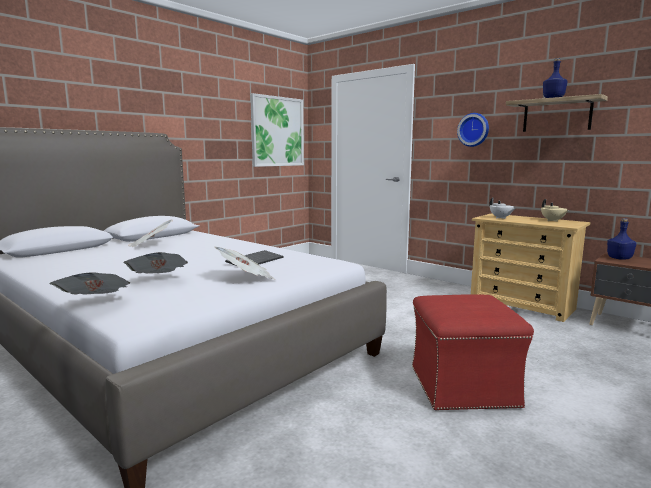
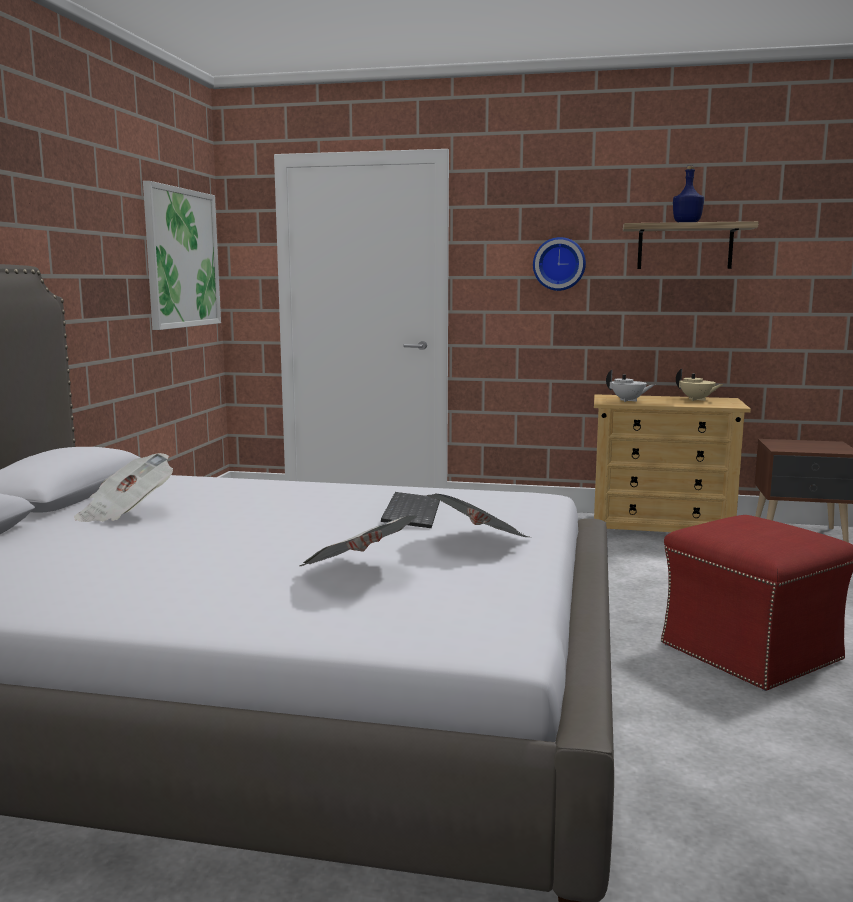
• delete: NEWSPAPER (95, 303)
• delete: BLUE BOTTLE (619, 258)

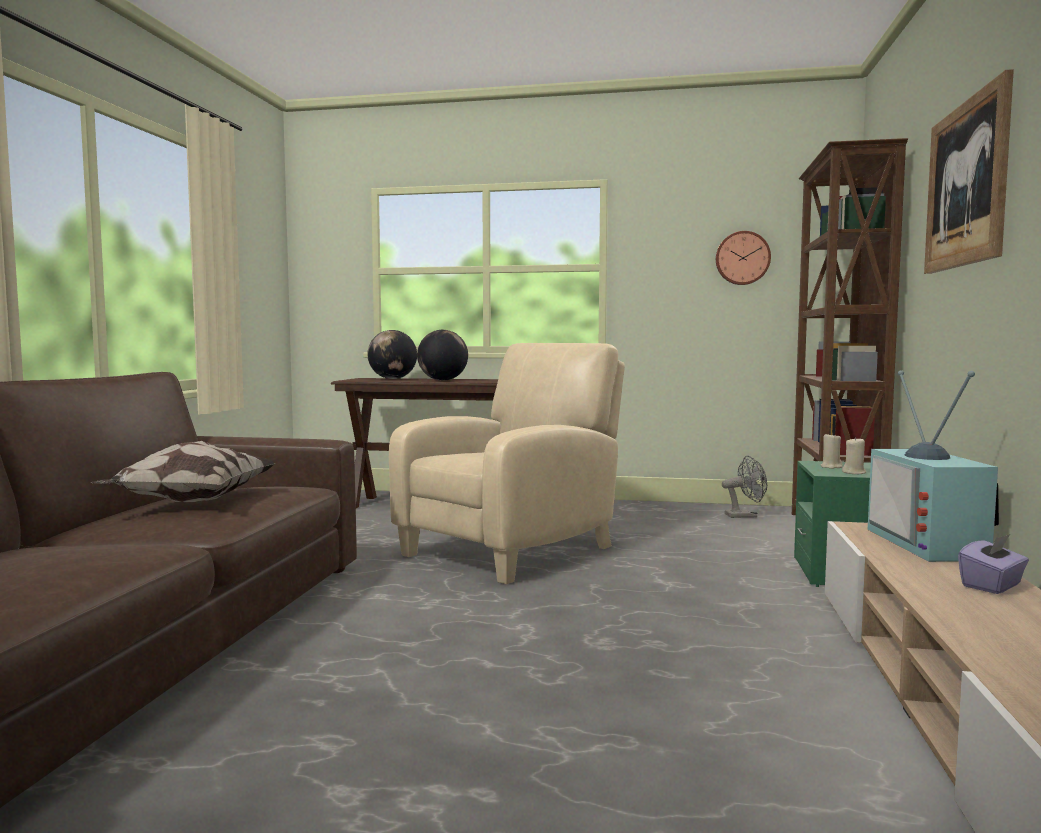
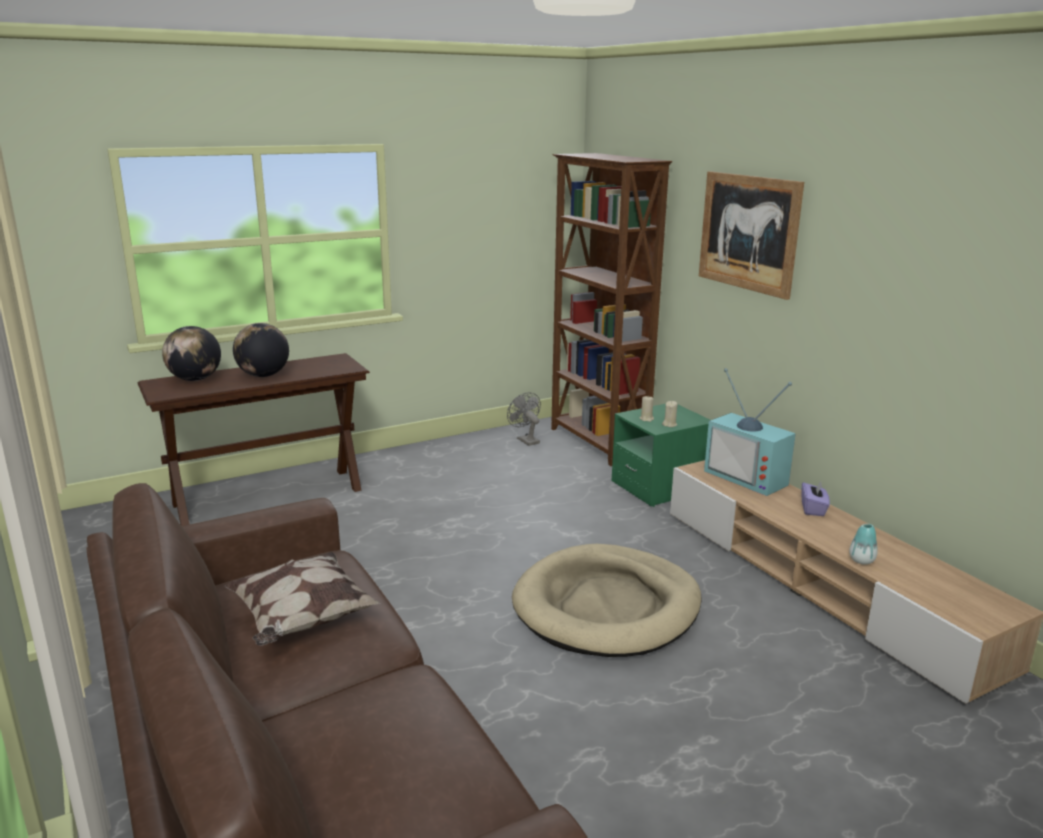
• delete: BEIGE ARMCHAIR (514, 549)
• delete: WALL CLOCK (742, 258)
• rotate: GREY FAN (745, 516) = (525, 440) 75 degrees counterclockwise
• insert: BEIGE DOG BED (607, 606)
• insert: VASE (861, 560)

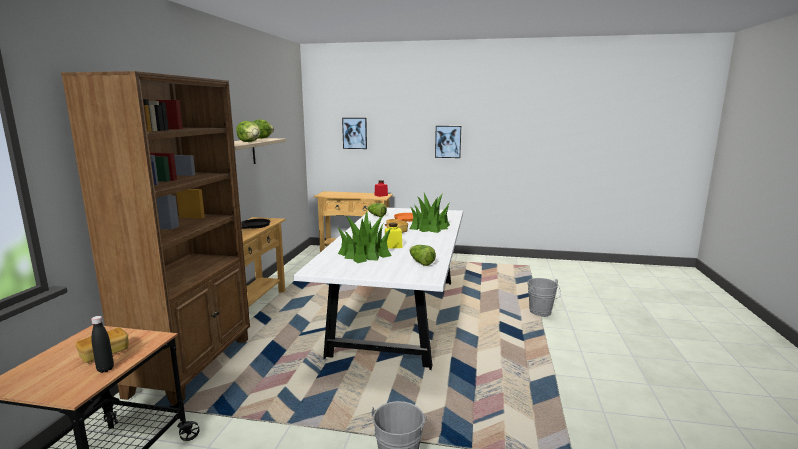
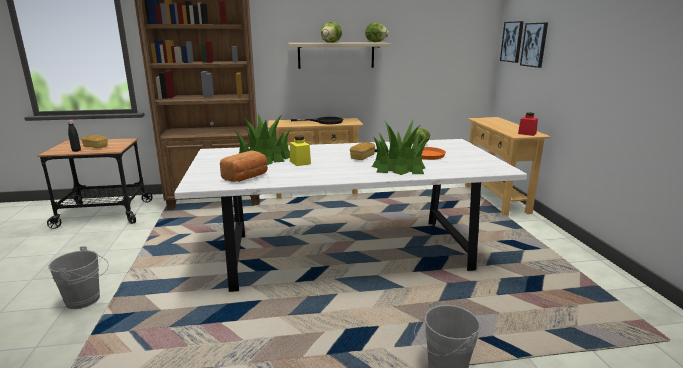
• replace: LETTUCE (421, 262) to BREAD (247, 177)
• move: PICTURE (448, 141) to (512, 41)

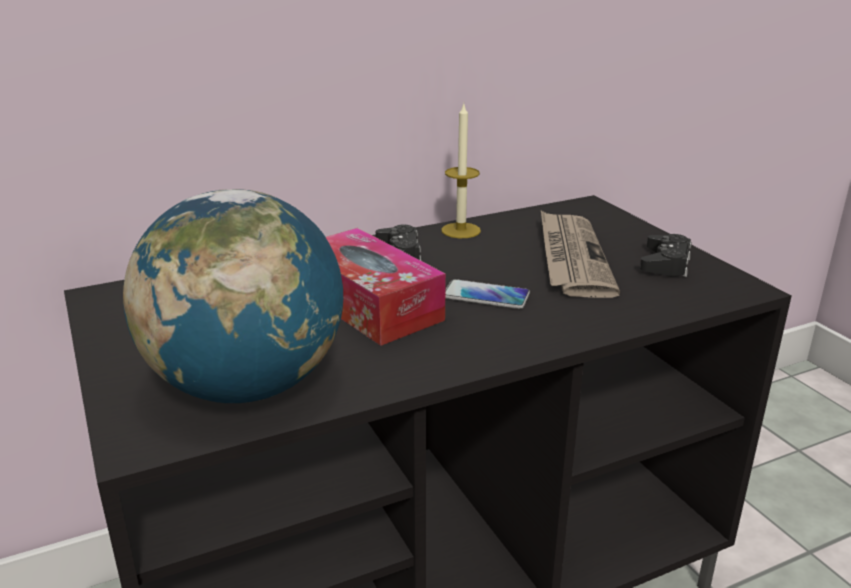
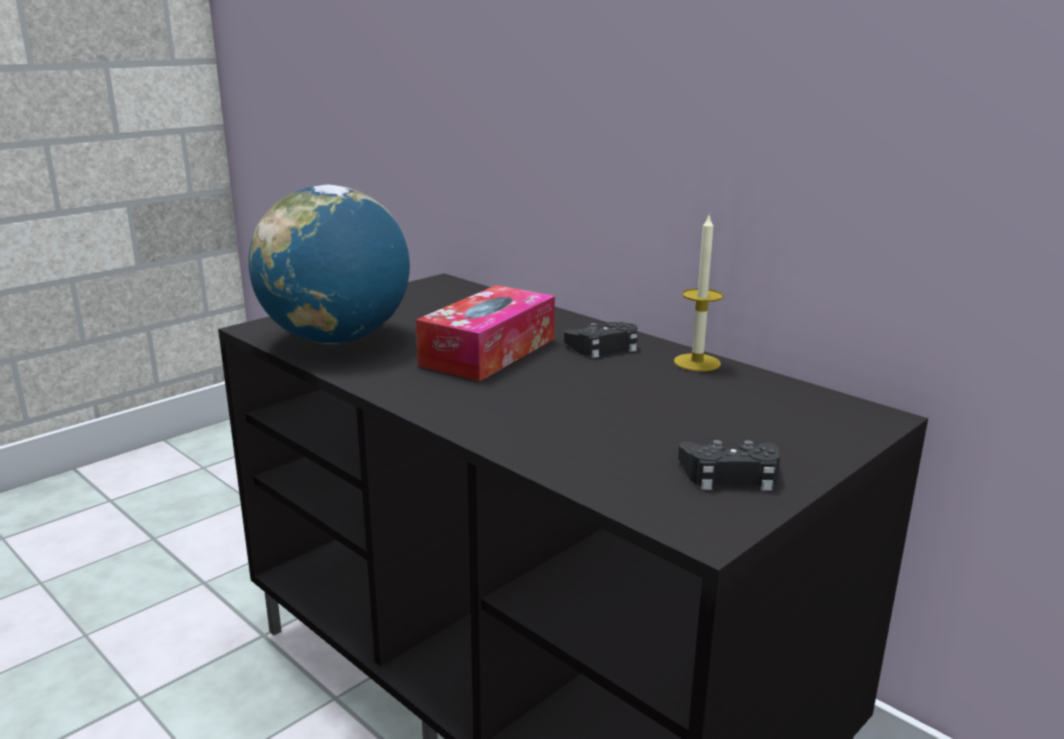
• delete: PHONE (486, 296)
• delete: NEWSPAPER (571, 257)

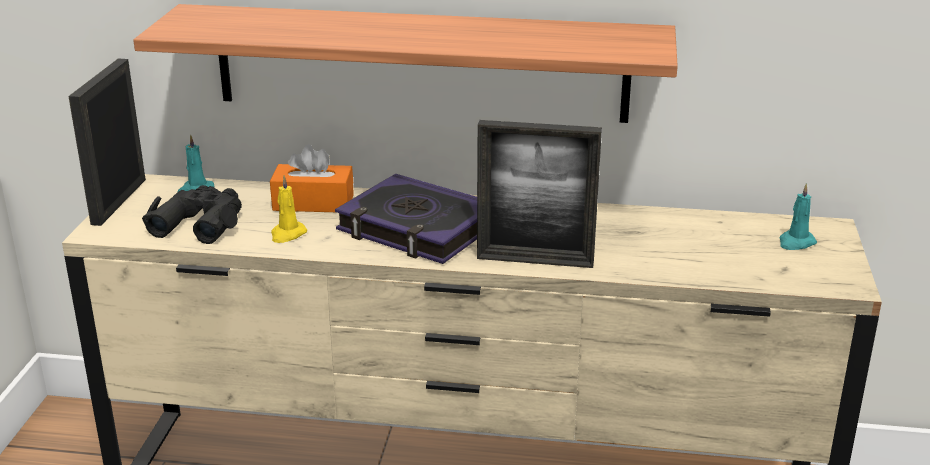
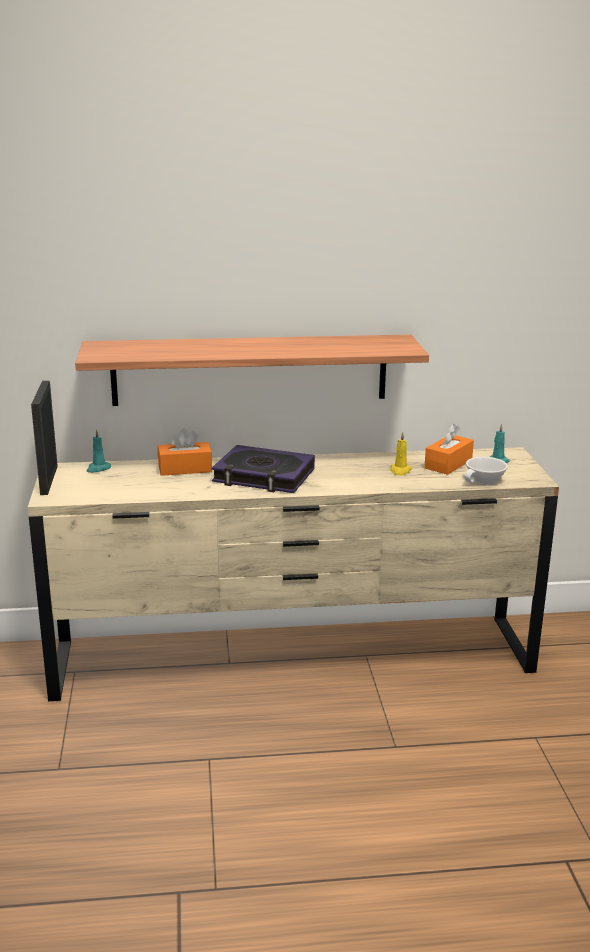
• delete: BLACK BINOCULARS (200, 222)
• move: YELLOW CANDLE (287, 234) to (400, 471)
• delete: PICTURE FRAME (535, 260)
• insert: ORANGE TISSUE BOX (448, 464)
• insert: WHITE CUP (485, 481)

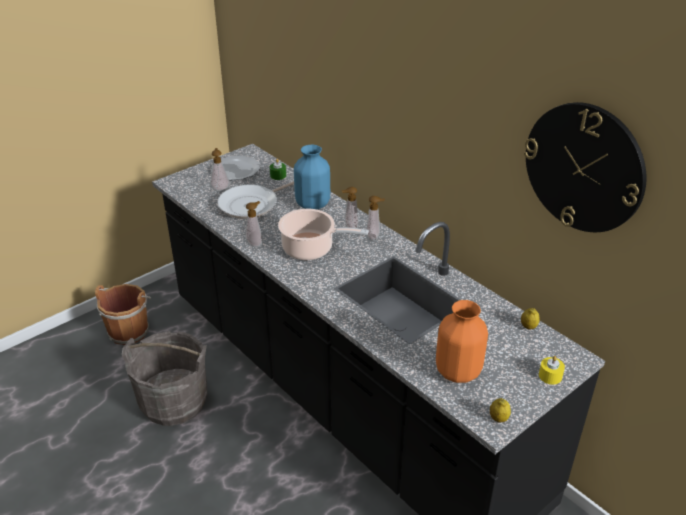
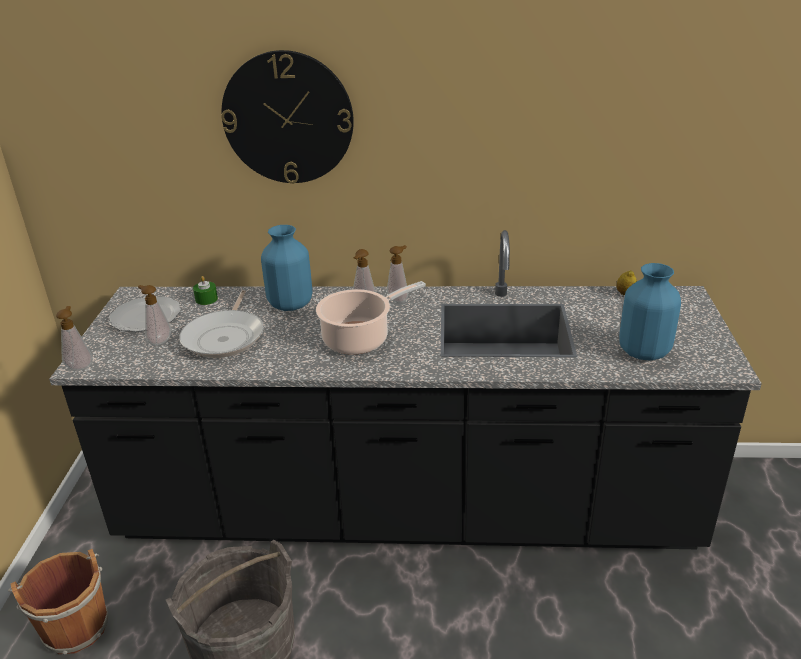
• move: SOAP DISPENSER (255, 244) to (81, 366)
• recolor: ORANGE VASE (457, 371) to BLUE VASE (643, 352)
• delete: LEMON (498, 418)
• move: WALL CLOCK (584, 168) to (288, 118)
• delete: YELLOW CANDLE (550, 376)

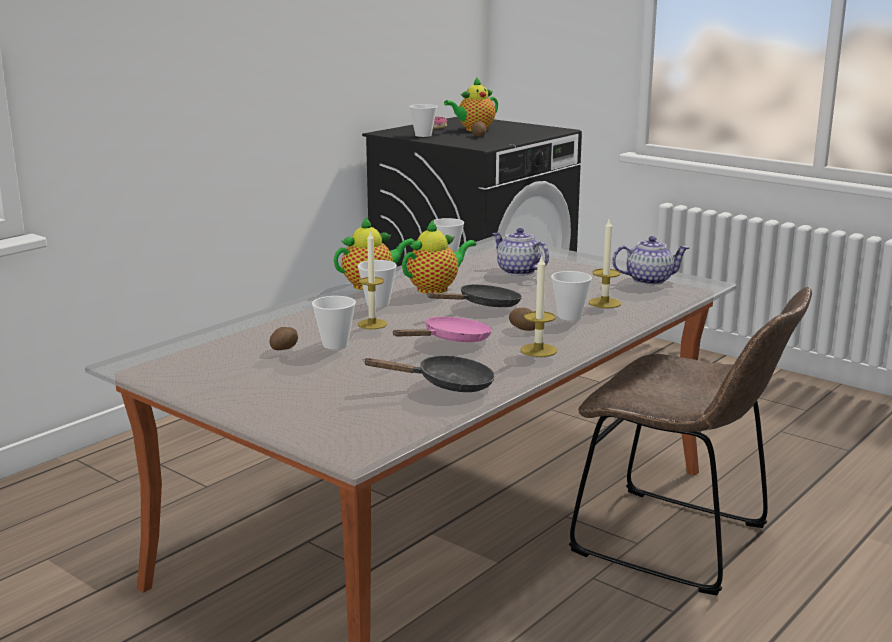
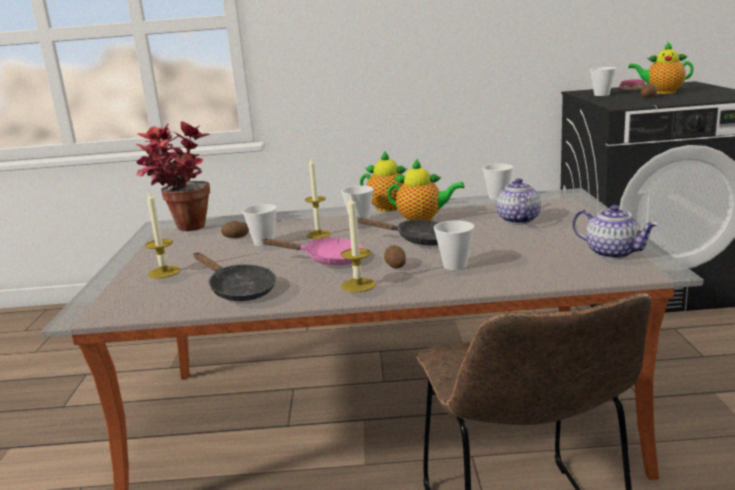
• move: CANDLE (604, 303) to (164, 272)
• insert: POTTED PLANT (183, 230)

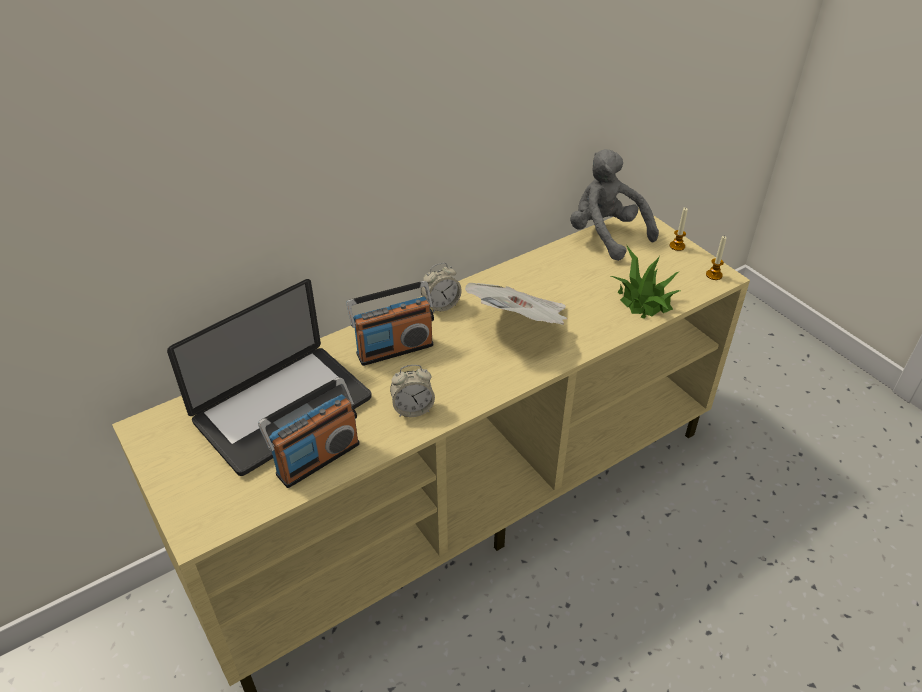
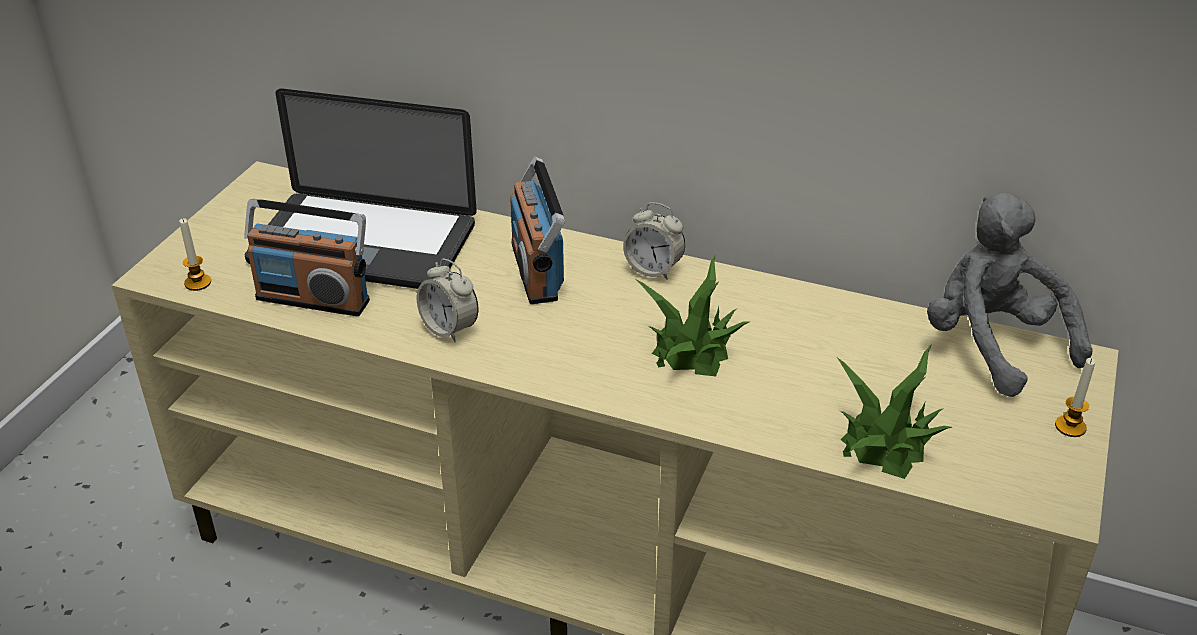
• rotate: RADIO (394, 349) = (536, 271) 45 degrees clockwise
• replace: NEWSPAPER (520, 324) to POTTED PLANT (693, 346)
• rotate: GREY PLUSH TOY (606, 235) = (992, 345) 45 degrees counterclockwise
• move: CANDLE (714, 275) to (198, 283)

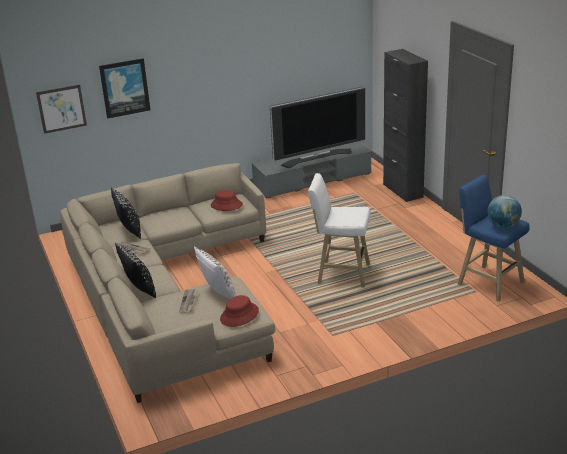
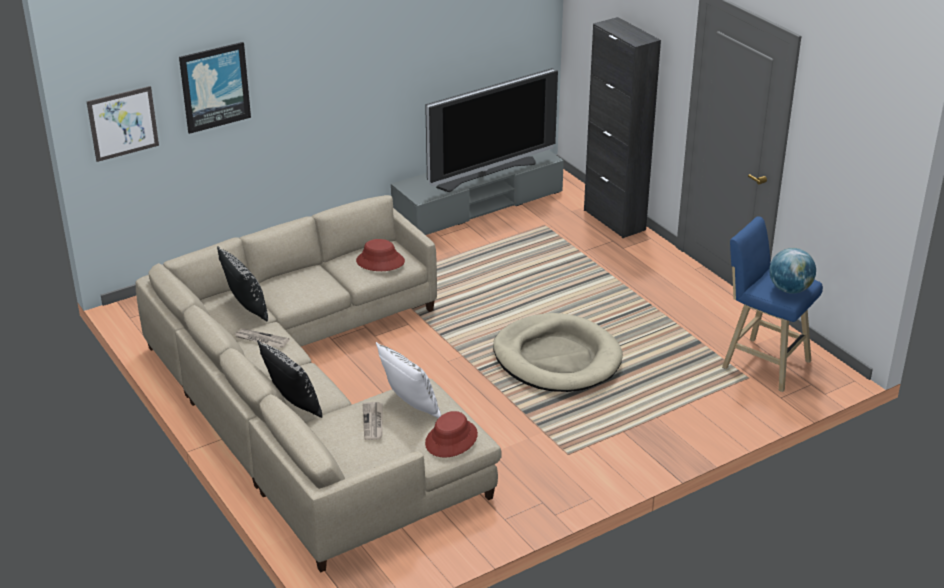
• replace: WHITE STOOL (341, 274) to BEIGE DOG BED (556, 358)

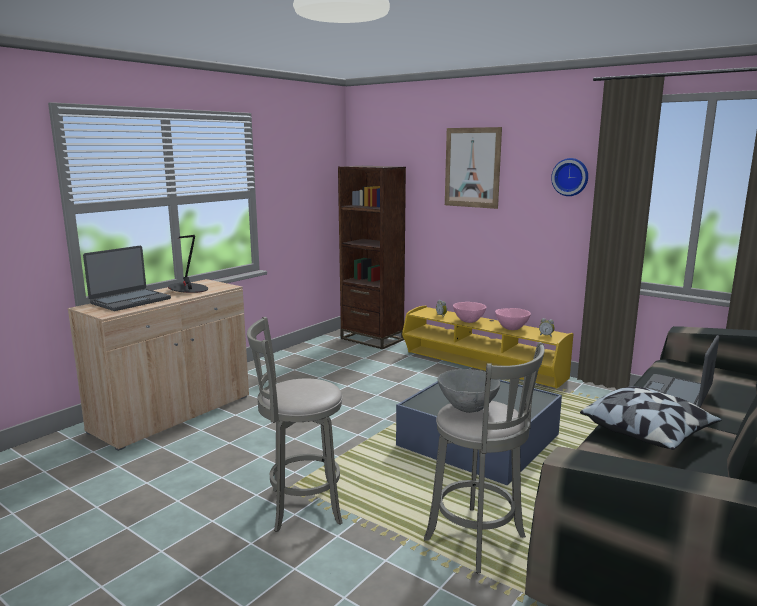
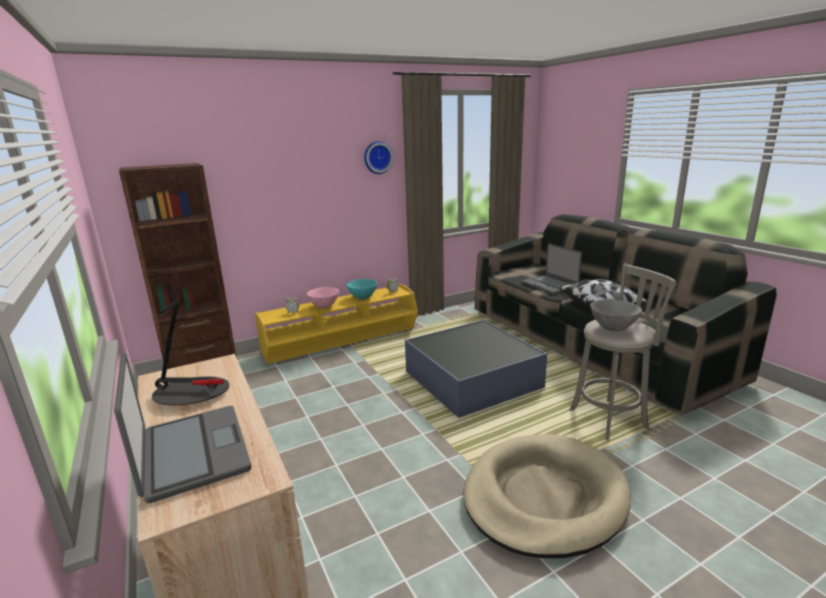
• replace: GREY STOOL (300, 506) to BEIGE DOG BED (543, 497)
• delete: PICTURE (472, 167)
• recolor: PINK BOWL (512, 328) to TURQUOISE BOWL (362, 297)

